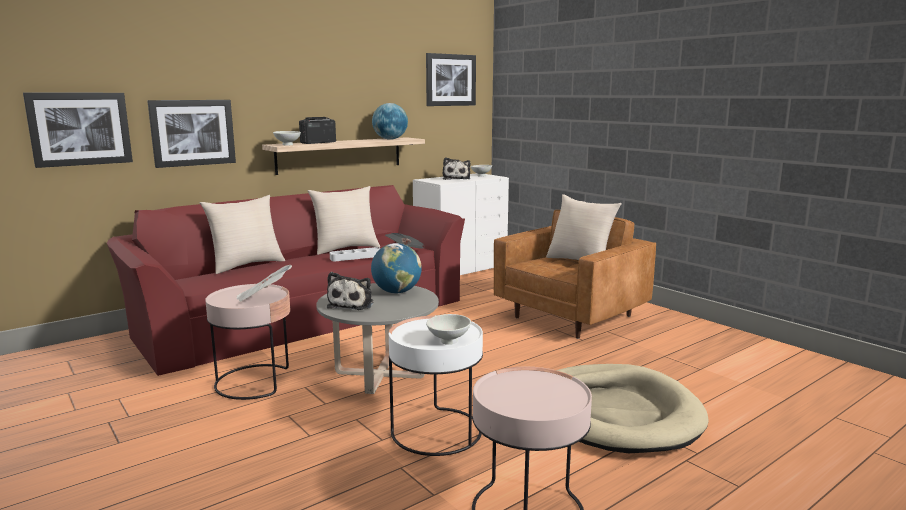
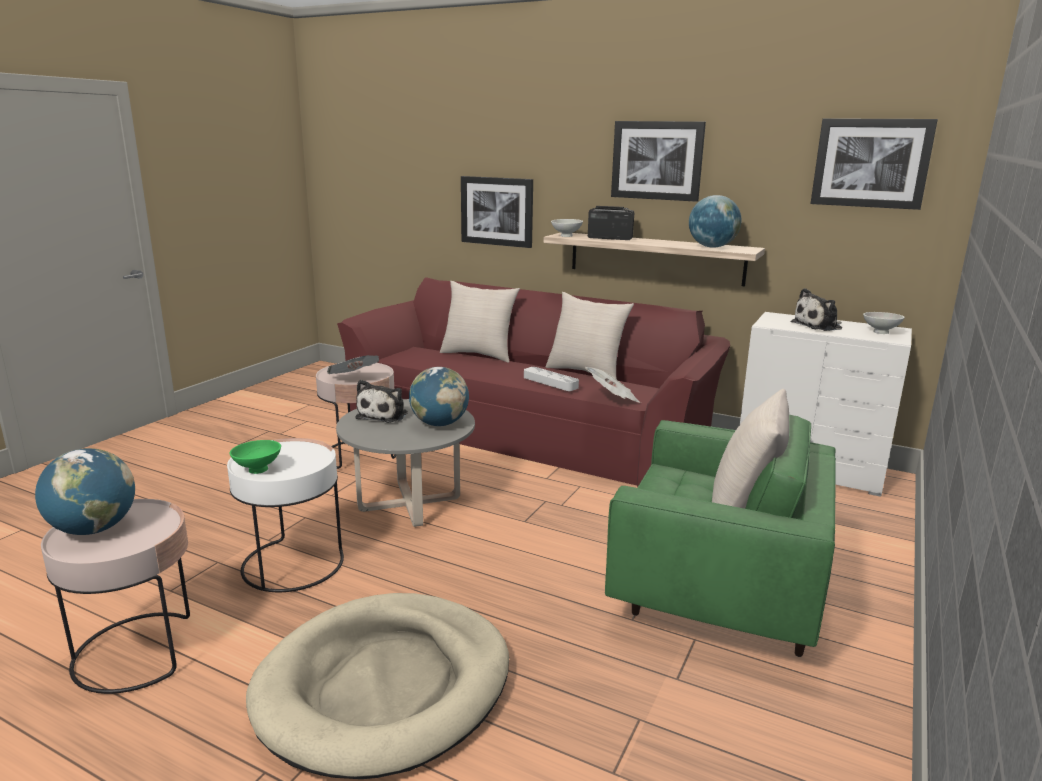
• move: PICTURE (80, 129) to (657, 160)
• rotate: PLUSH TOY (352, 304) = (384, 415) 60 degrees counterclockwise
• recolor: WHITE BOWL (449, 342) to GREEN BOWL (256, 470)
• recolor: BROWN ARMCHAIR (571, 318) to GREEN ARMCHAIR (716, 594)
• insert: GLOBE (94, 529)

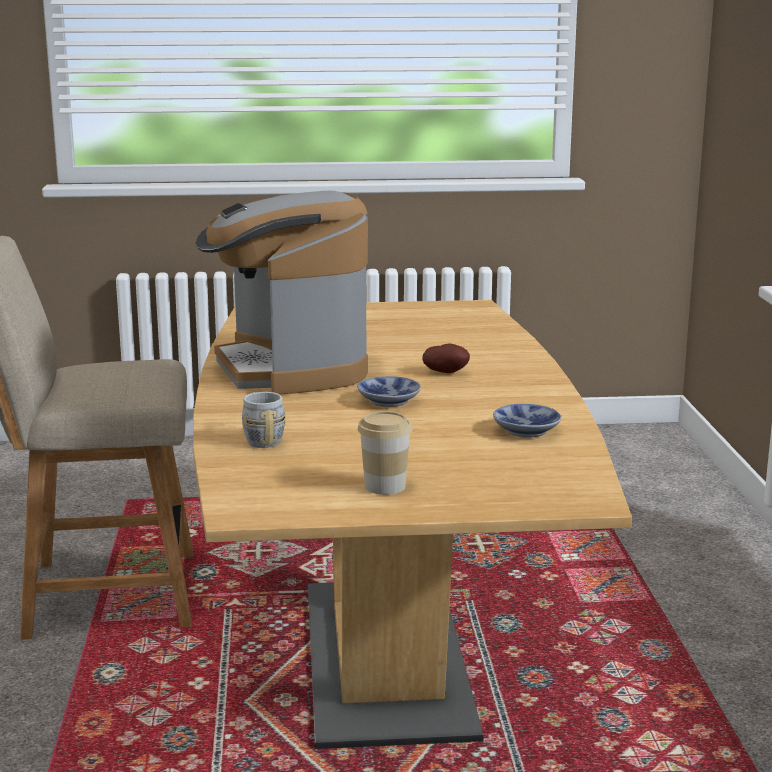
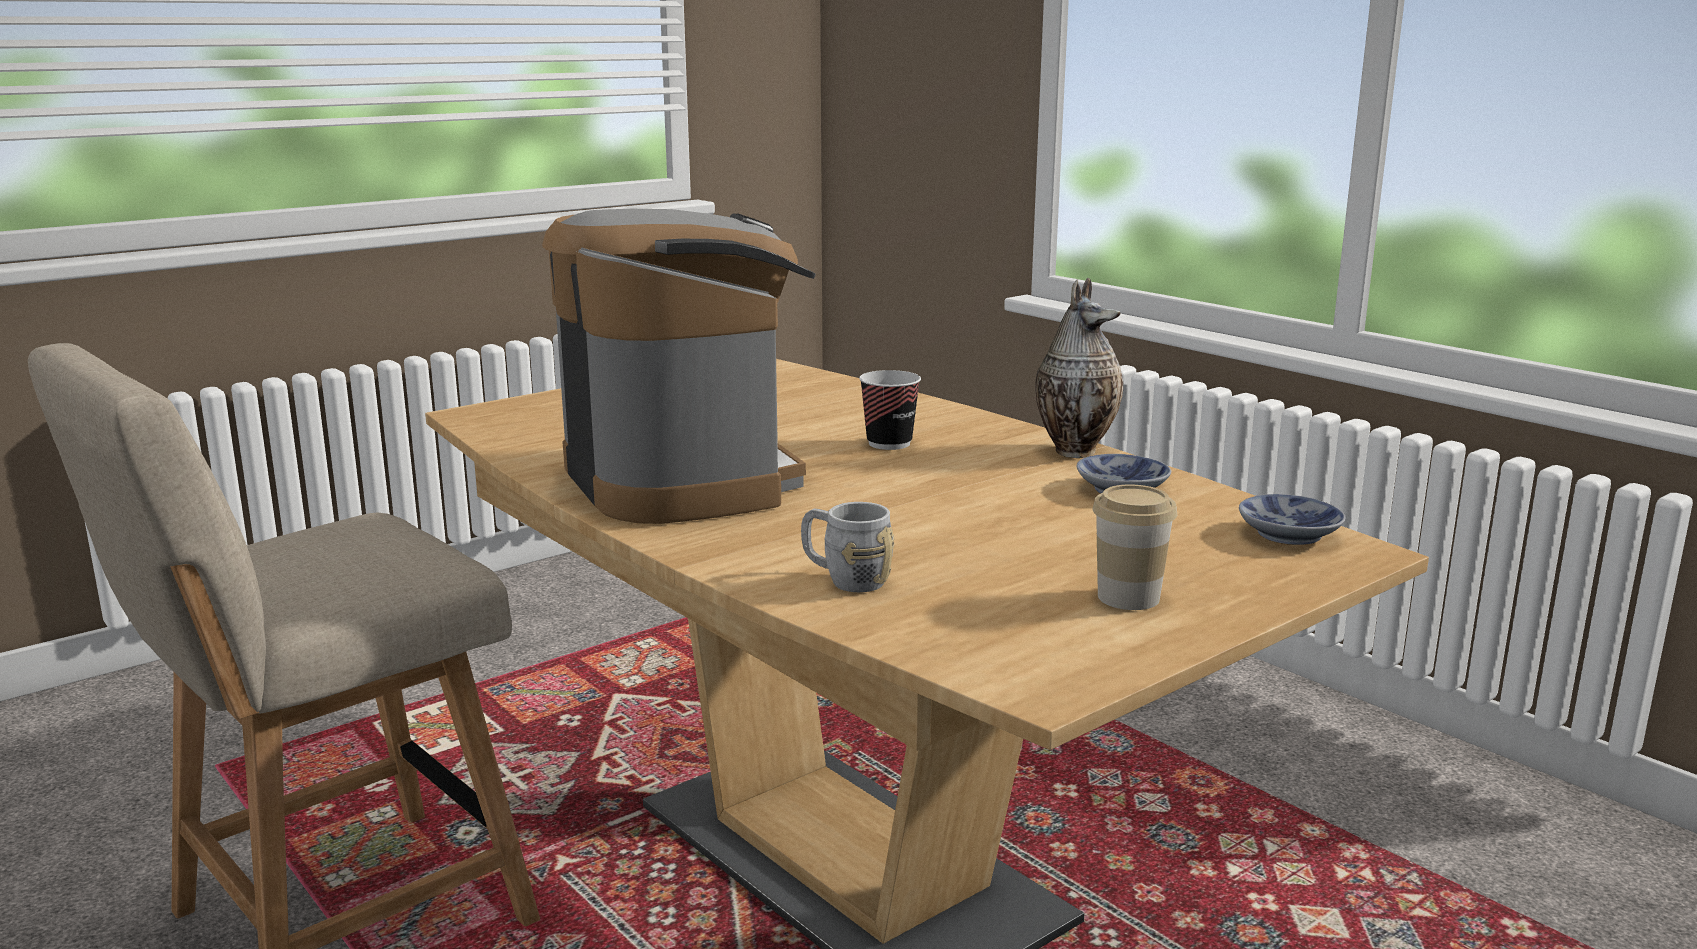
• rotate: COFFEE MACHINE (289, 369) = (683, 479) 150 degrees counterclockwise
• move: BOWL (387, 401) to (1290, 536)
• replace: POTATO (446, 373) to CUP (889, 443)
• insert: VASE (1075, 450)

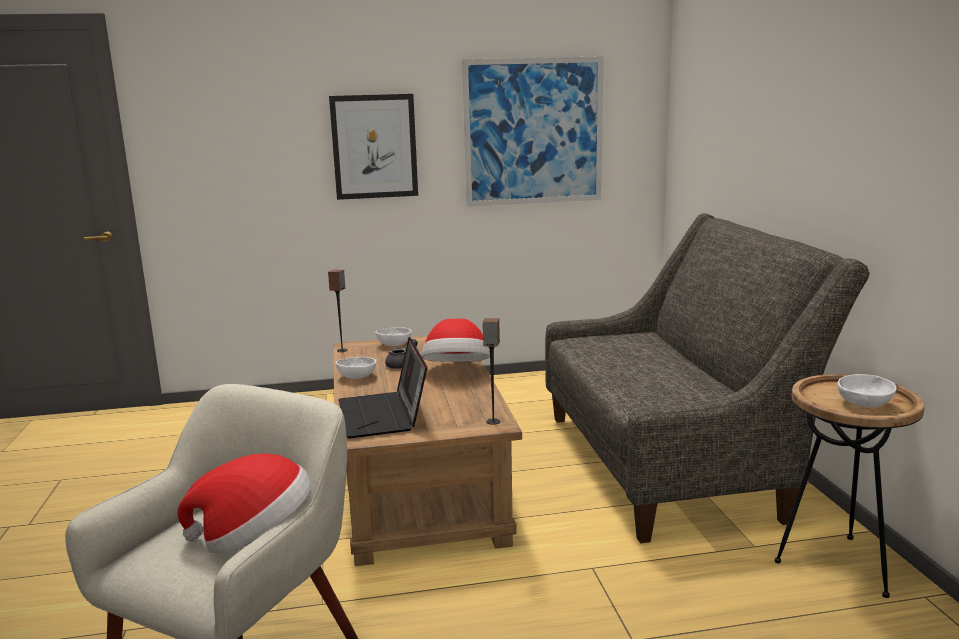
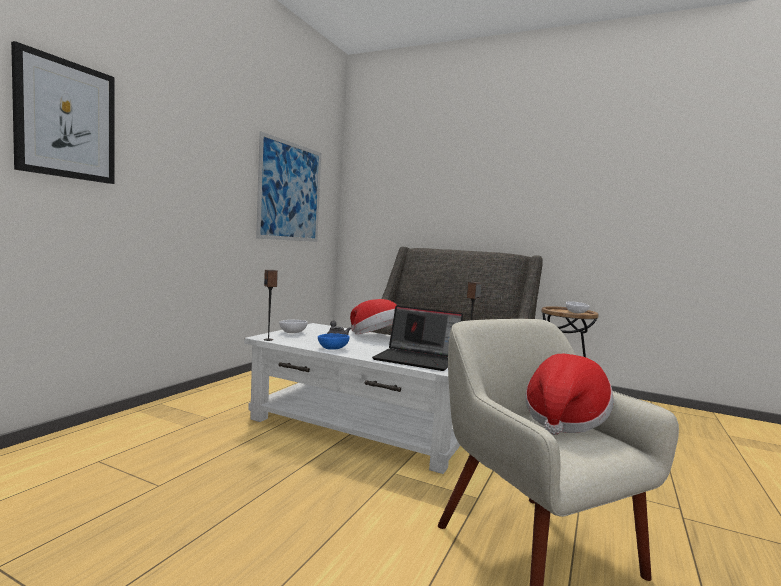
• move: PICTURE (374, 146) to (66, 120)
• recolor: BROWN COFFEE TABLE (418, 482) to WHITE COFFEE TABLE (364, 425)
• recolor: WHITE BOWL (357, 376) to BLUE BOWL (332, 348)

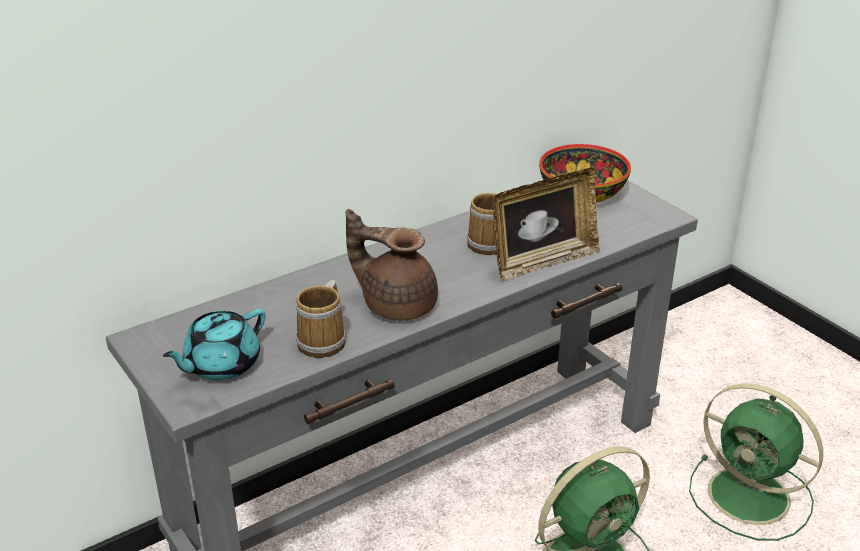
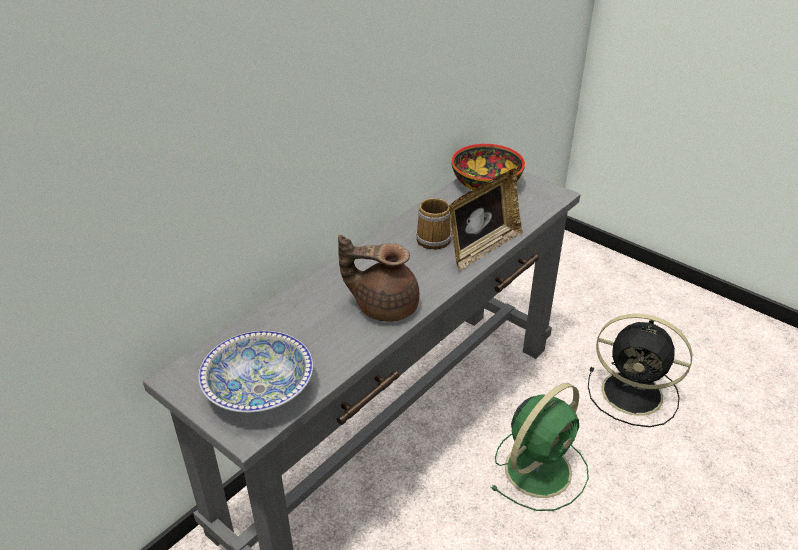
• replace: TURQUOISE TEAPOT (221, 365) to BOWL (259, 390)
• delete: MUG (324, 341)
• recolor: GREEN FAN (752, 497) to BLACK FAN (635, 394)

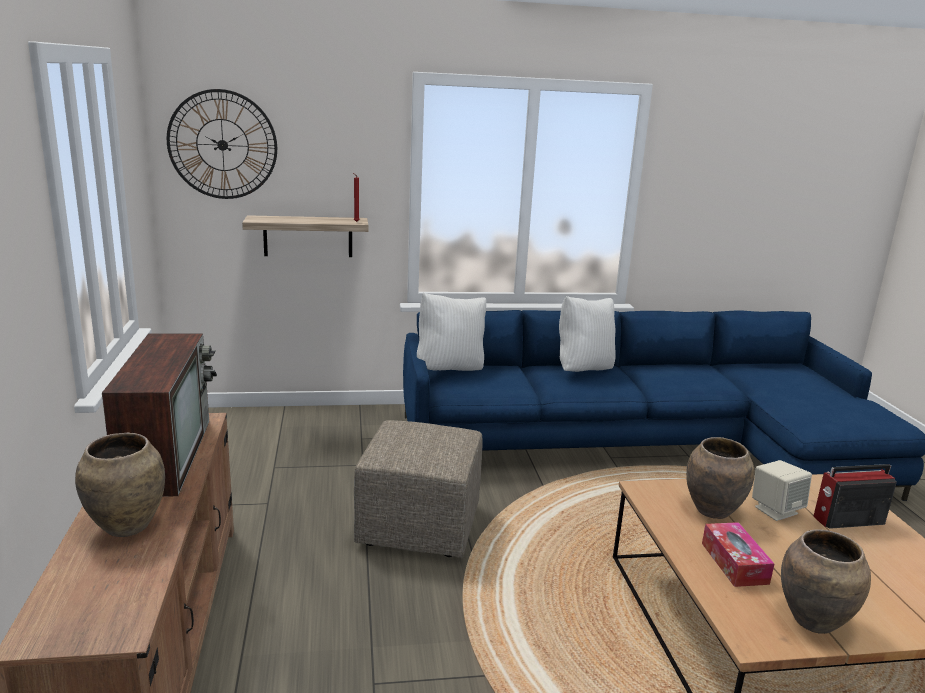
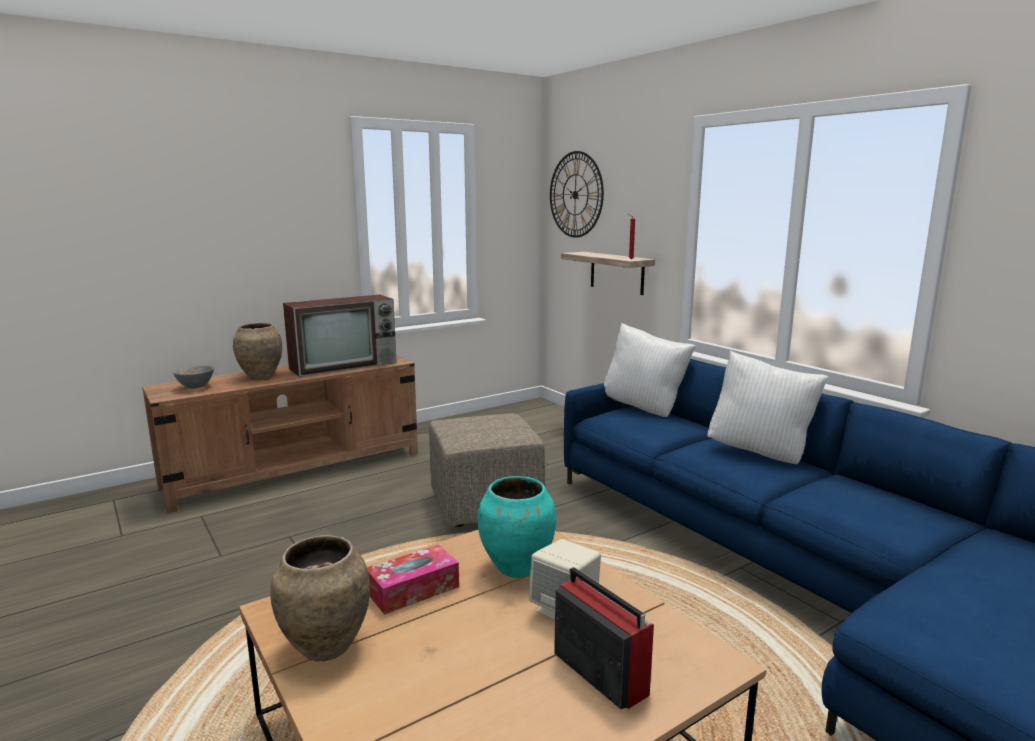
• recolor: BROWN VASE (713, 511) to TURQUOISE VASE (518, 568)
• insert: GREY BOWL (196, 387)

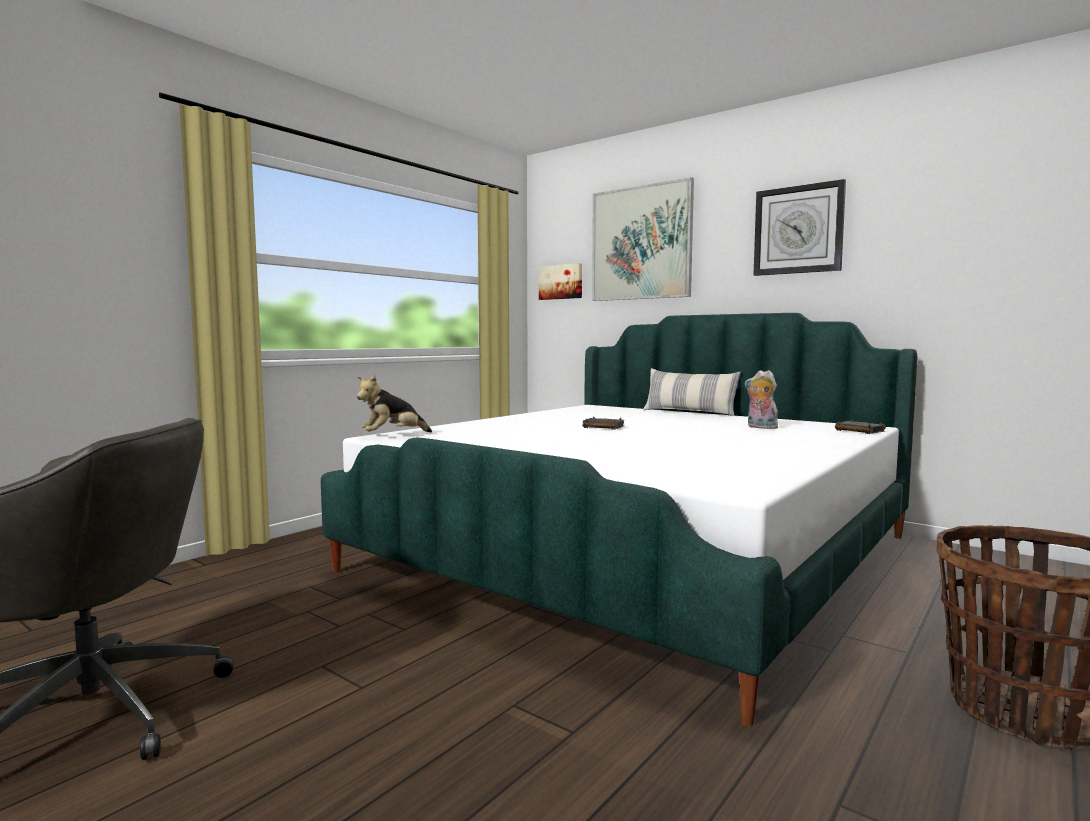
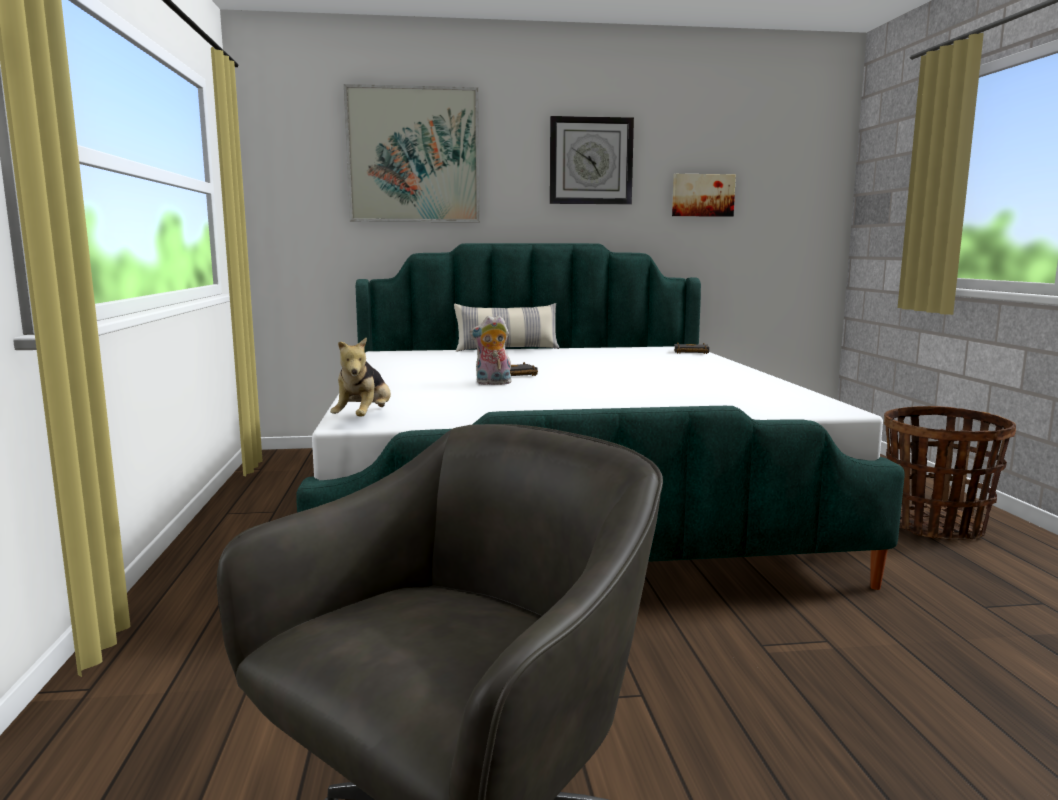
• move: PICTURE (561, 282) to (702, 195)
• move: PLUSH TOY (760, 427) to (492, 383)

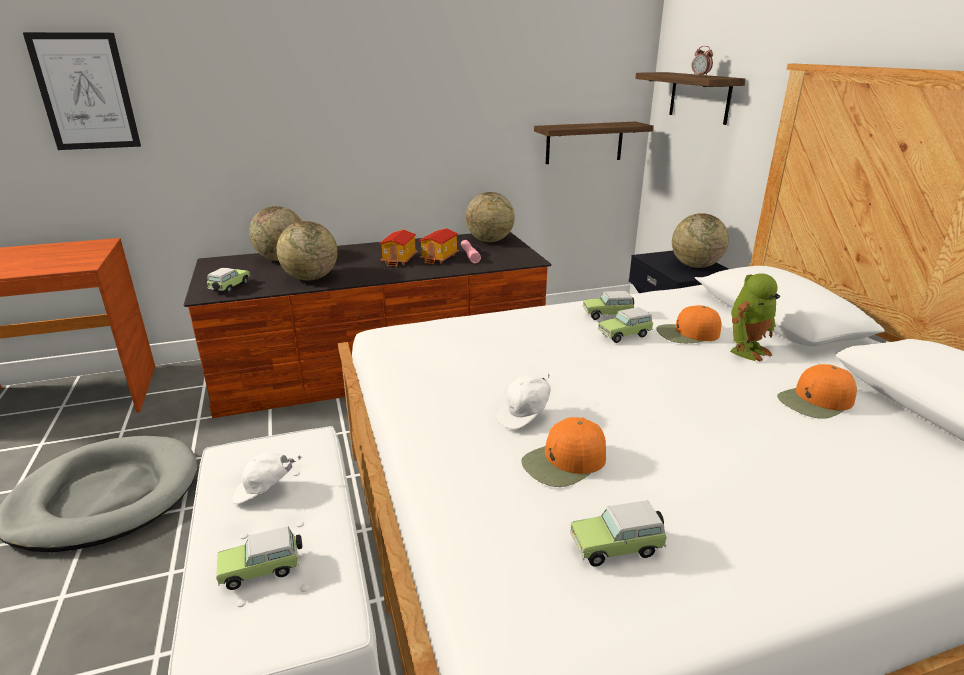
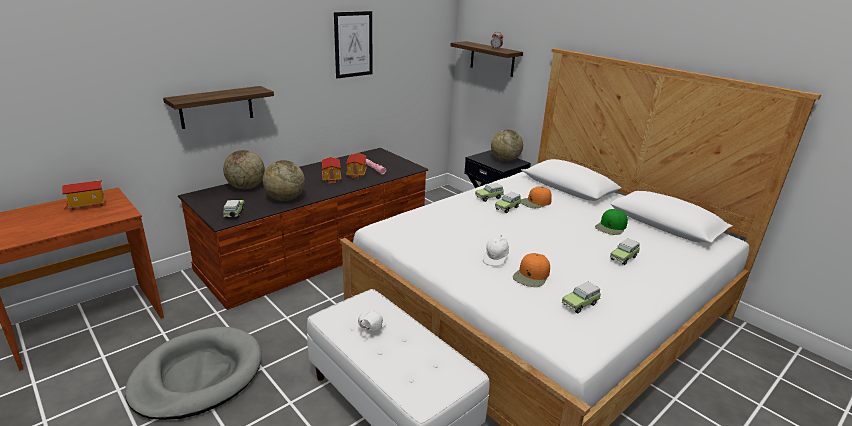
• move: PICTURE (85, 92) to (353, 44)
• move: TOY CAR (263, 569) to (624, 258)
• rotate: WHITE CAP (265, 492) = (370, 330) 150 degrees clockwise
• delete: GLOBE (489, 241)
• move: SHELF (584, 142) to (216, 107)
• delete: TOY ROBOT (746, 350)
• recolor: ORANGE CAP (816, 401) to GREEN CAP (611, 227)
• insert: TOY HOUSE (87, 205)

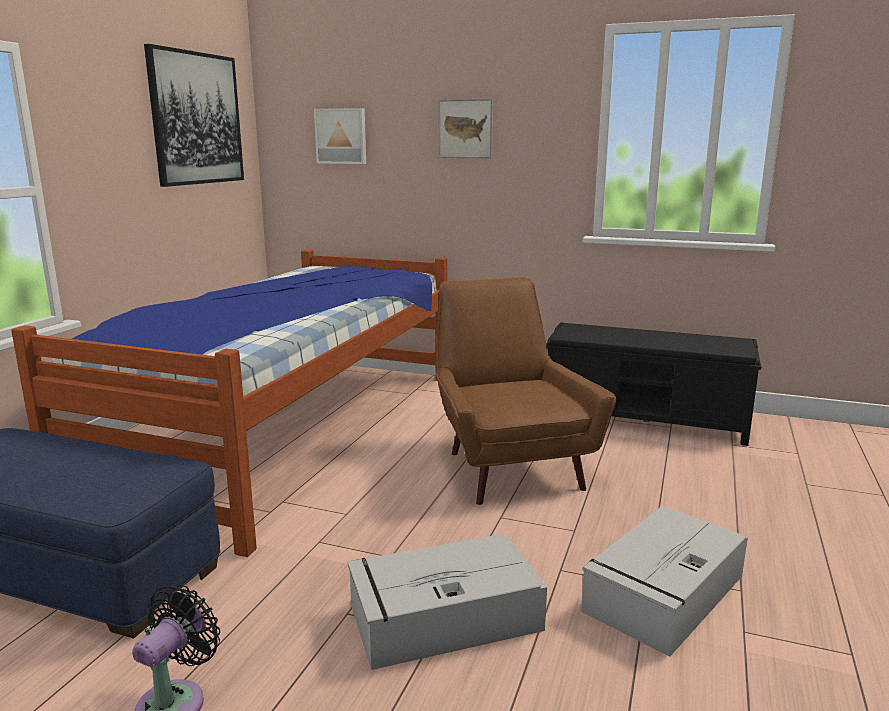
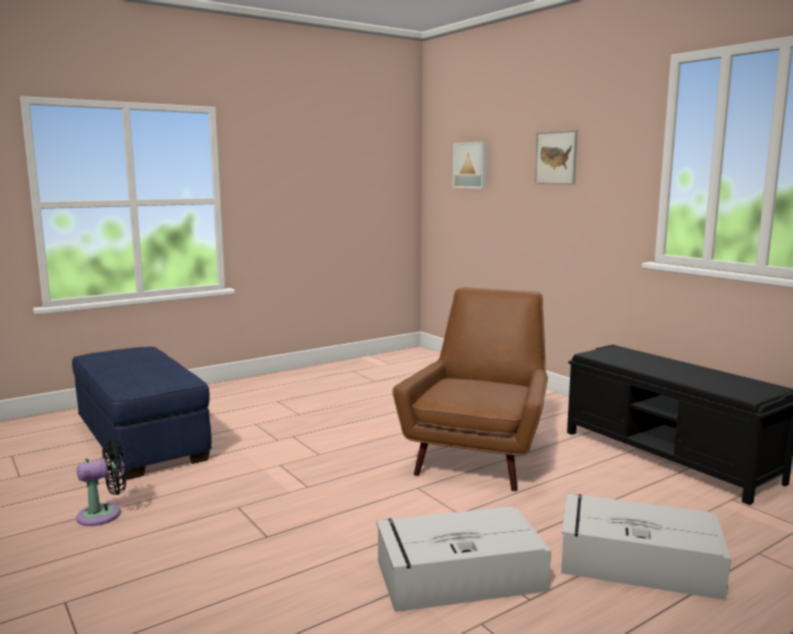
• delete: BED (287, 430)
• delete: PICTURE (196, 119)
• move: GREY STORAGE BOX (442, 618) to (636, 562)

